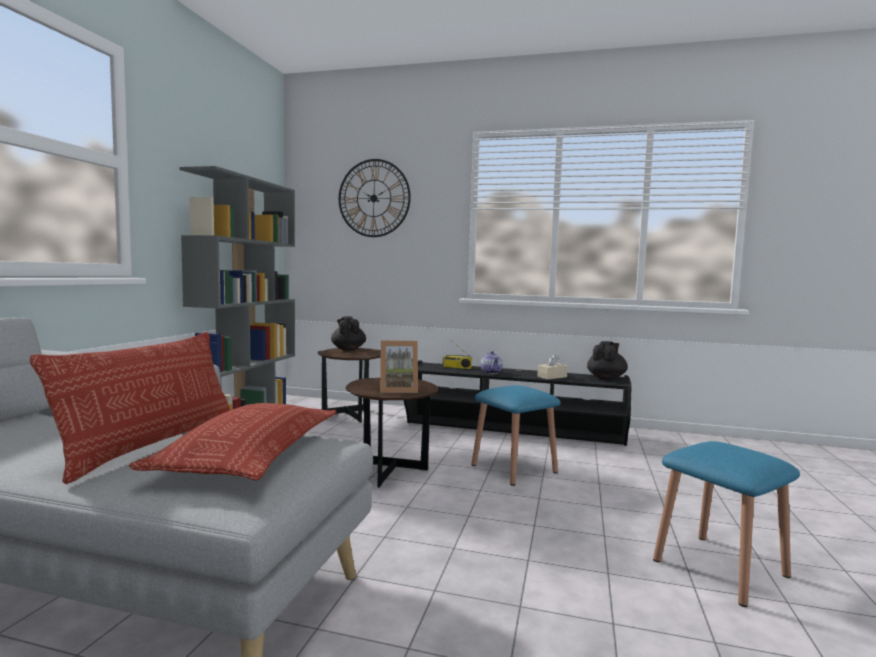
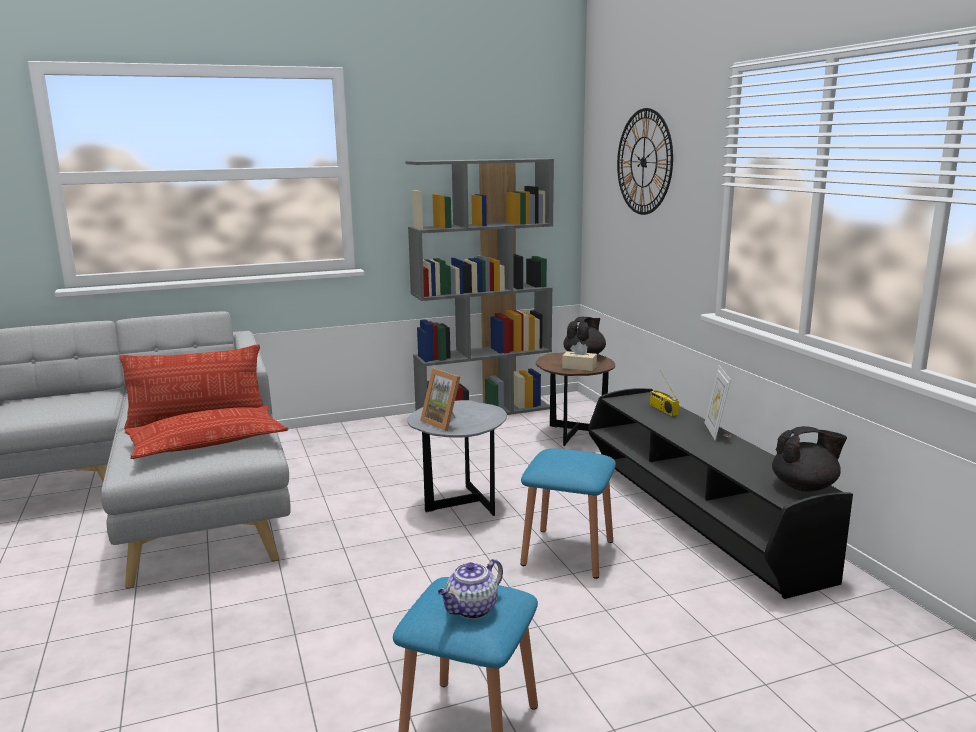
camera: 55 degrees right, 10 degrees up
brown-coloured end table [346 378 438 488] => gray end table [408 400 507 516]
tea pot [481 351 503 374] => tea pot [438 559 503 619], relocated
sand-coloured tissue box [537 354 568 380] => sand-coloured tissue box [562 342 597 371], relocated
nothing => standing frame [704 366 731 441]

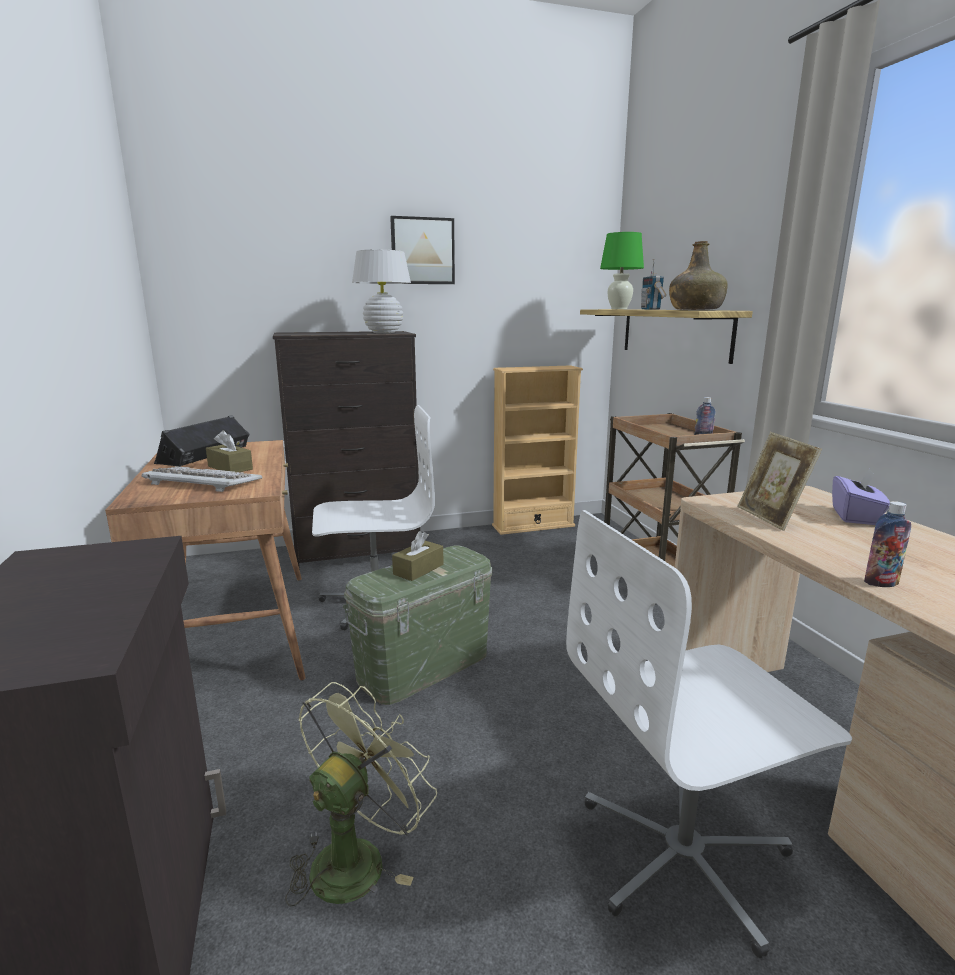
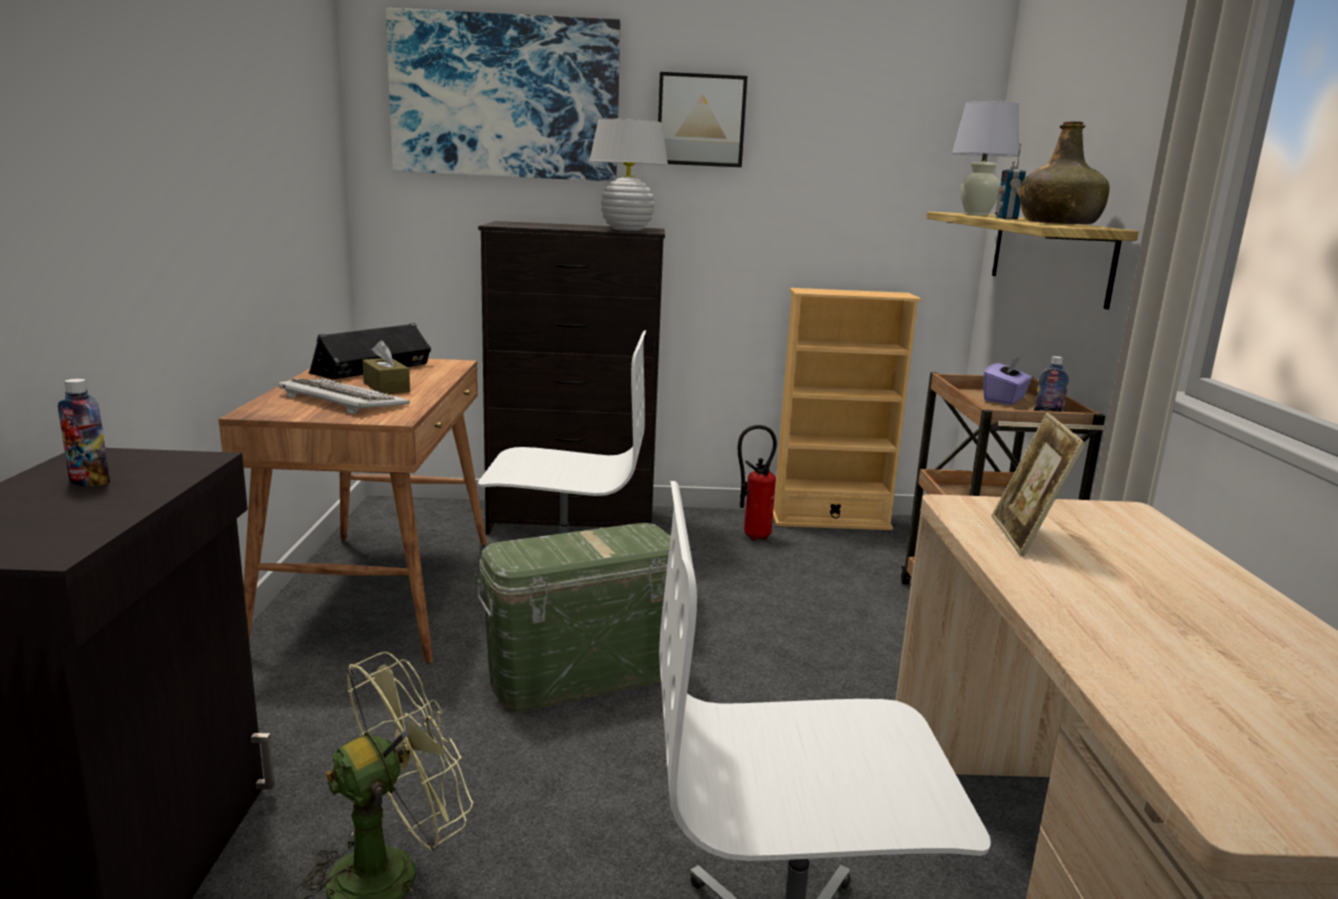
camera: 15 degrees right, 0 degrees up
drink bottle [864 501 911 587] => drink bottle [58 379 110 486], relocated
nothing => wall picture [386 8 620 181]
nothing => extinguisher [737 425 777 540]
green table lamp [600 232 644 309] => whitish table lamp [952 101 1019 216]
purple tissue box [832 468 890 525] => purple tissue box [983 356 1032 405], relocated
brown-coloured tissue box [392 531 444 581] => nothing

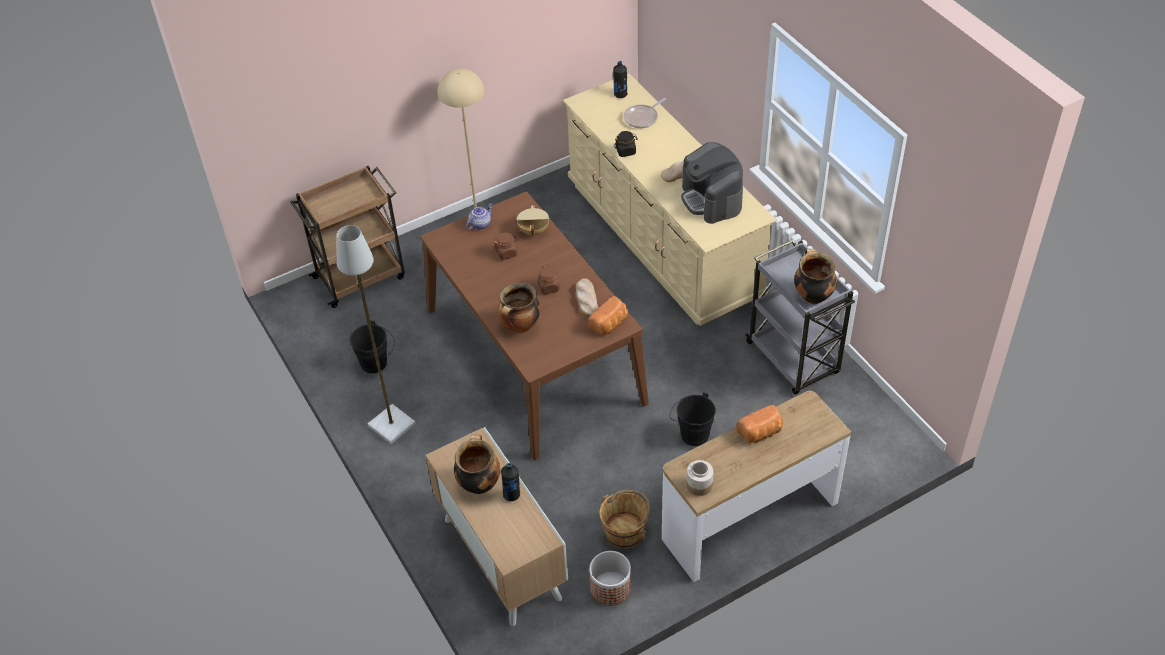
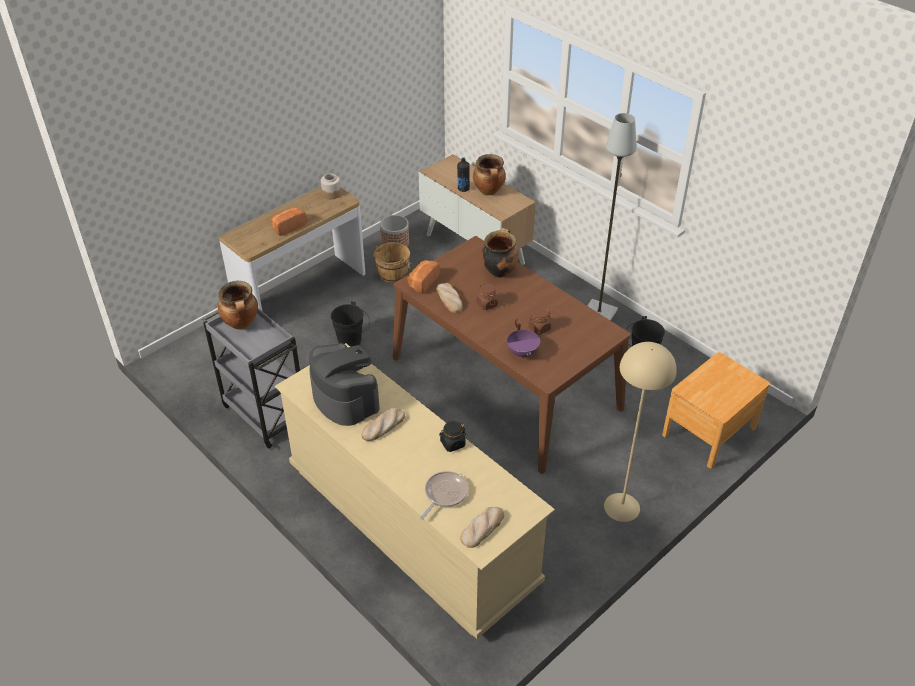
camera: 165 degrees right, 5 degrees down
blackish drink bottle [613 61 628 98] => bakery bread [460 507 504 548]
sand-coloured cooking pot [516 205 549 237] => purple cooking pot [507 319 540 358]
brown-coloured cart [290 166 405 308] => brown-coloured nightstand [662 352 770 469]
tea pot [466 203 492 230] => nothing

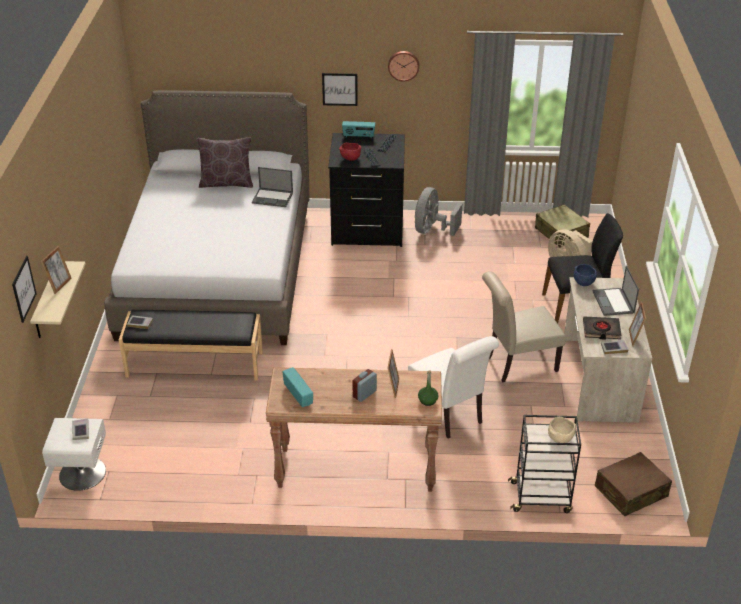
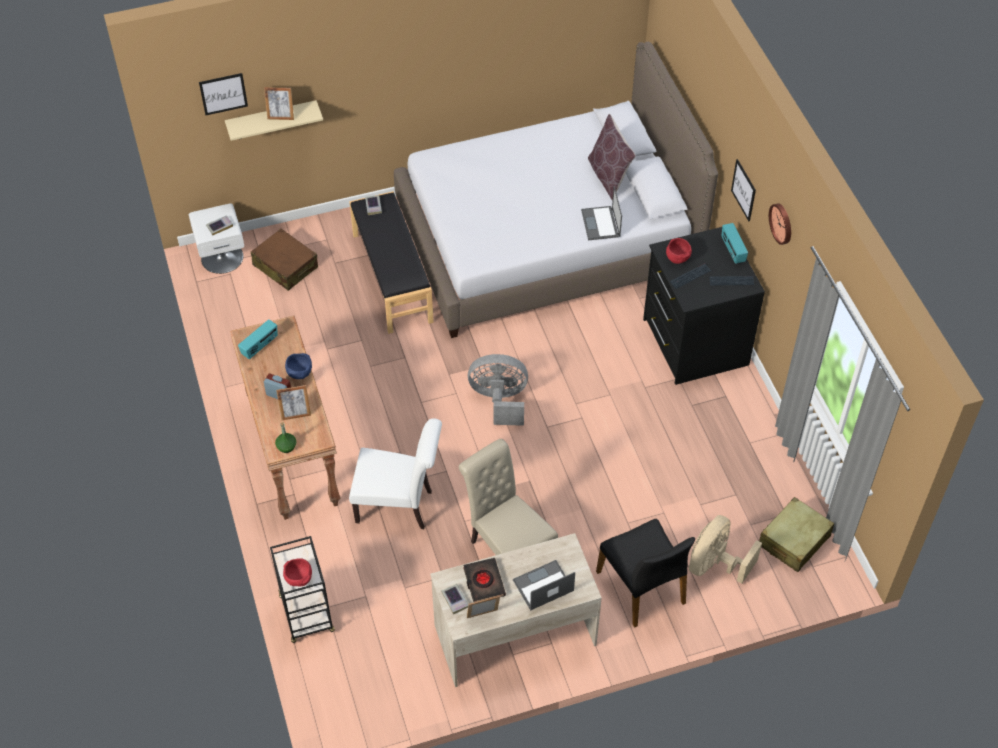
camera: 70 degrees right, 15 degrees up
brown-coloured piece of luggage [595 452 672 516] => brown-coloured piece of luggage [251 229 318 291], relocated
sand-coloured bowl [548 417 576 443] => red bowl [283 558 312 587]
blue bowl [574 264 597 286] => blue bowl [285 353 312 379], relocated
whitish upright chair [408 336 499 438] => whitish upright chair [349 419 442 529], 120 degrees counterclockwise
gray cooling fan [415 187 462 236] => gray cooling fan [468 354 528 426], relocated

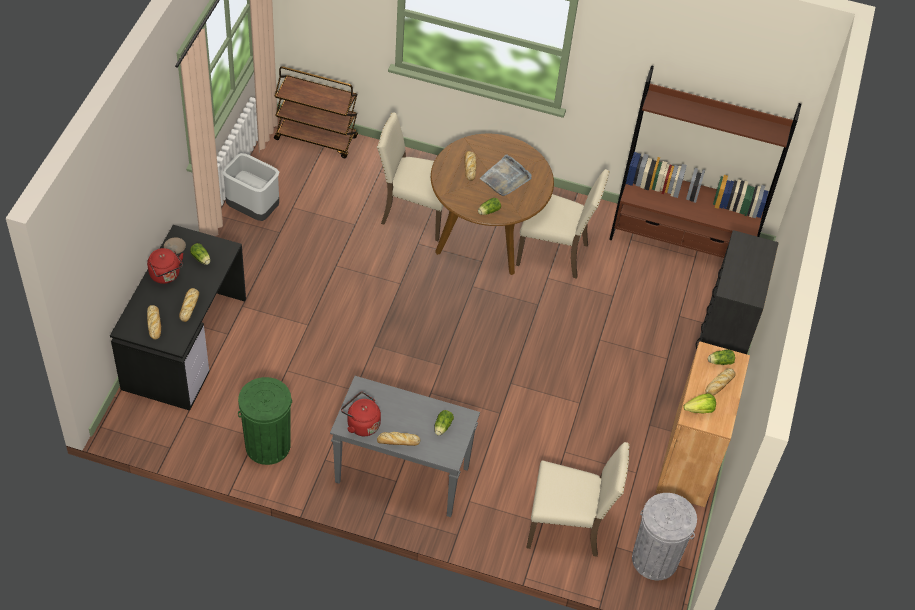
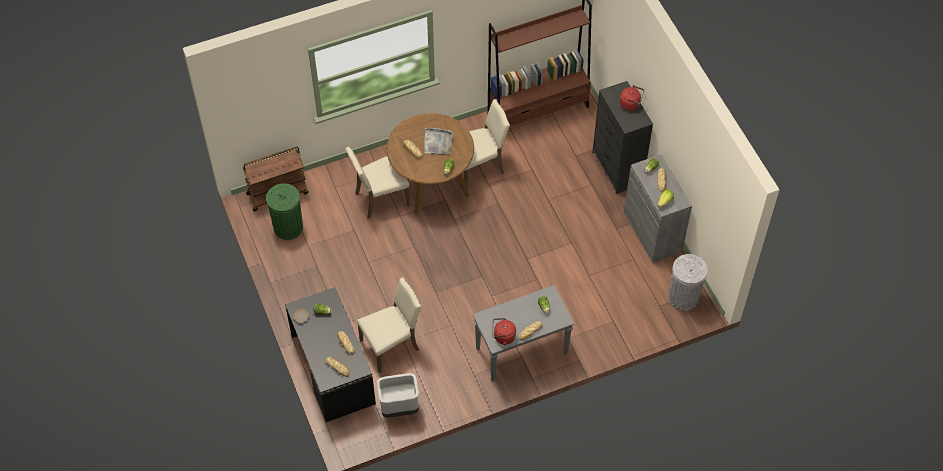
camera: 35 degrees left, 5 degrees up
green rubbish bin [238 377 292 465] => green rubbish bin [266 183 303 240], relocated
sand-coloured upright chair [526 442 630 557] => sand-coloured upright chair [357 278 421 373], relocated
gray rubbish bin [222 153 279 221] => gray rubbish bin [377 373 419 418], relocated
red tea kettle [147 248 183 284] => red tea kettle [620 85 644 111], relocated
brown-coloured cabinet [656 341 750 507] => gray cabinet [624 155 692 263]

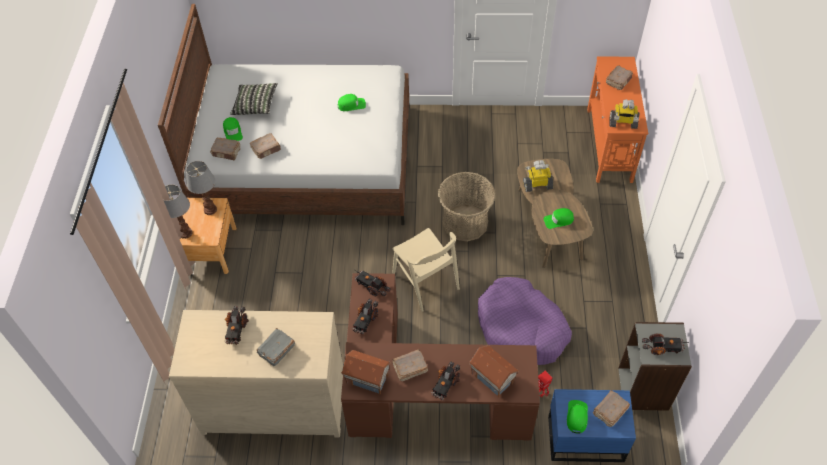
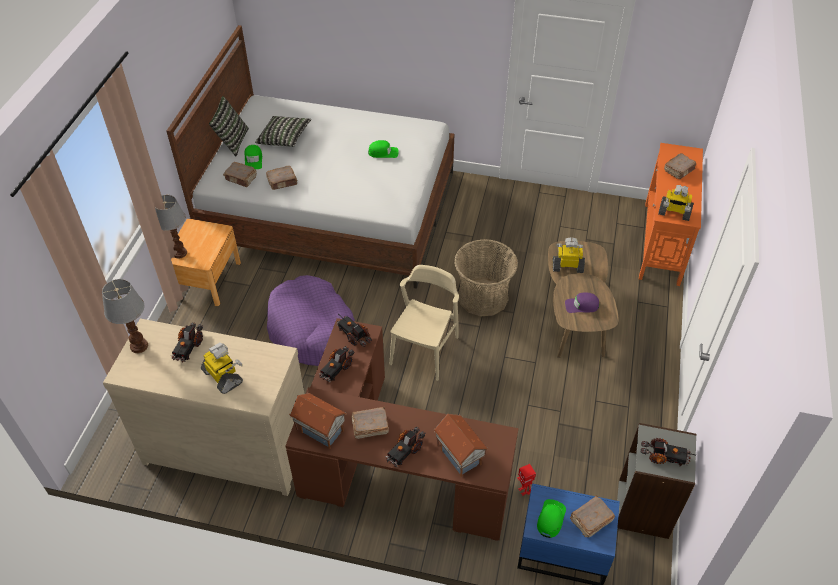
camera: 10 degrees right, 5 degrees down
table lamp [186 161 217 215] => table lamp [102 279 148 353], relocated
gray bound book [257 328 295 366] => model robot [201 342 243 394]
nothing => cushion [209 96 249 157]
purple pet bed [478 277 572 365] => purple pet bed [267 275 355 366], relocated
sand-coloured upright chair [392 228 460 312] => sand-coloured upright chair [390 265 459 381], 135 degrees counterclockwise
green cap [544 208 574 229] => purple cap [565 292 599 313]

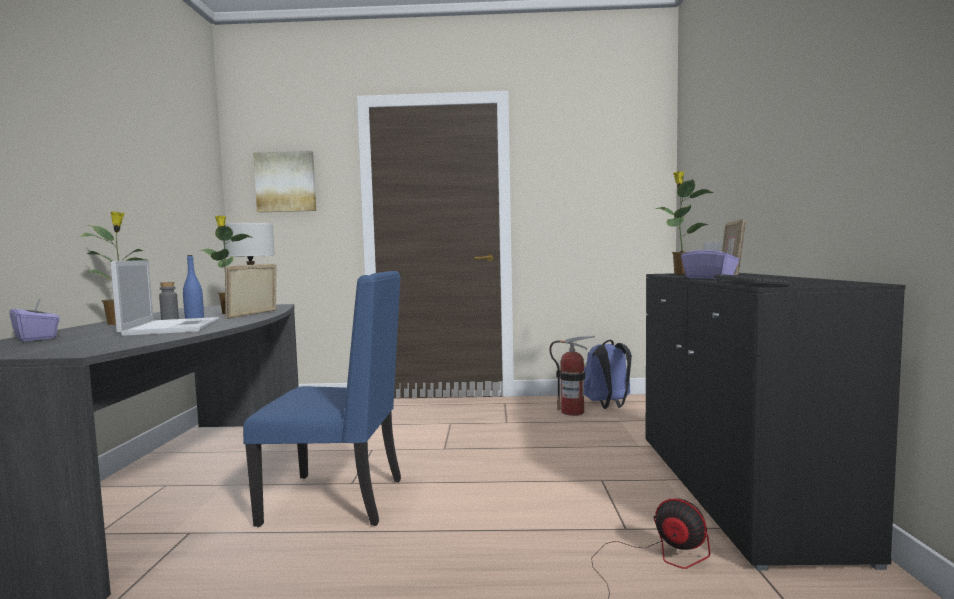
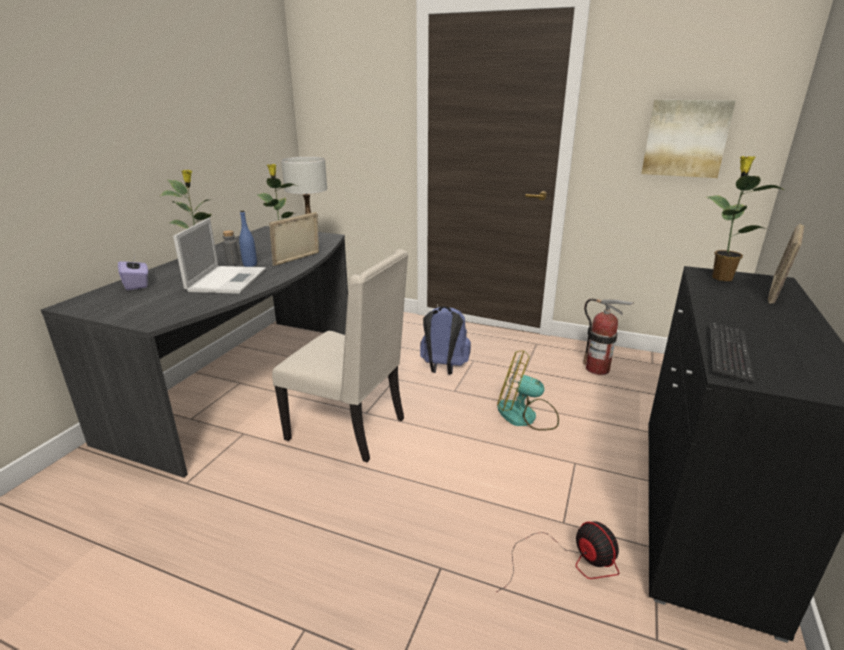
camera: 20 degrees right, 20 degrees up
blue upright chair [243 271 401 527] => sand-coloured upright chair [272 249 408 462]
blue backpack [584 340 632 409] => blue backpack [420 306 471 374], relocated
nothing => cooling fan [497 351 559 431]
wall picture [253 151 316 212] => wall picture [641 100 736 178], relocated
purple tissue box [681 241 739 279] => nothing

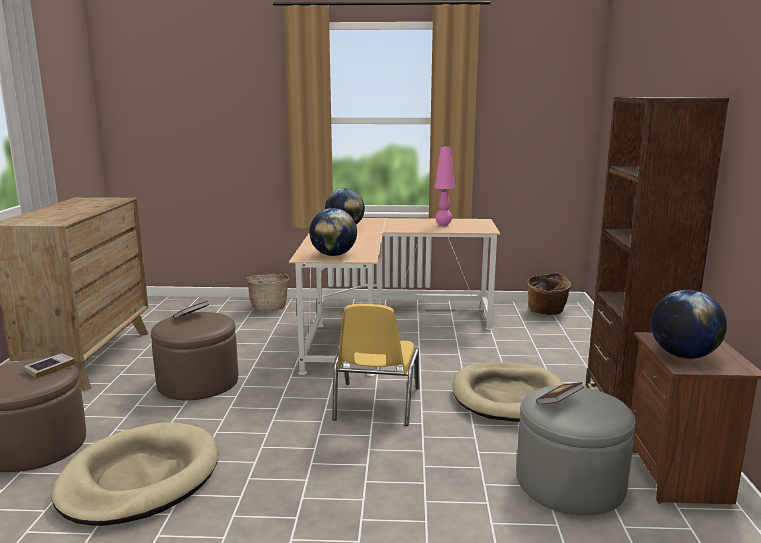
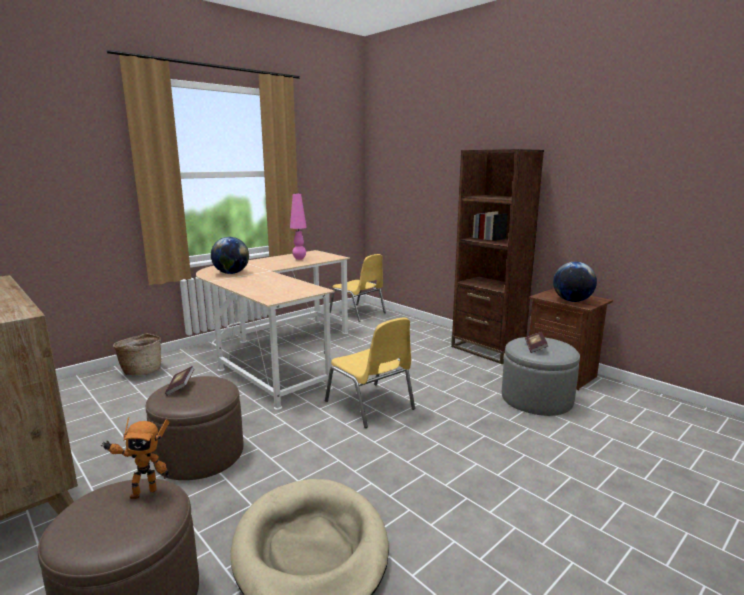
camera: 45 degrees left, 0 degrees up
bound book [23 353 75 378] => model robot [101 417 169 499]
basket [527 273 571 315] => yellowish upright chair [330 254 386 322]
desk globe [309 208 357 256] => nothing
sand-coloured pet bed [453 362 563 422] => nothing

